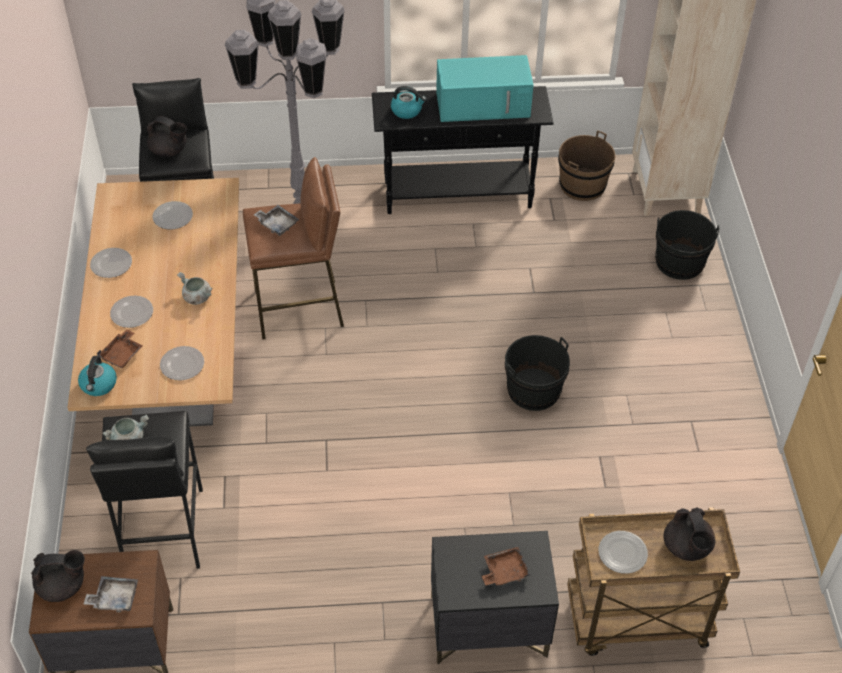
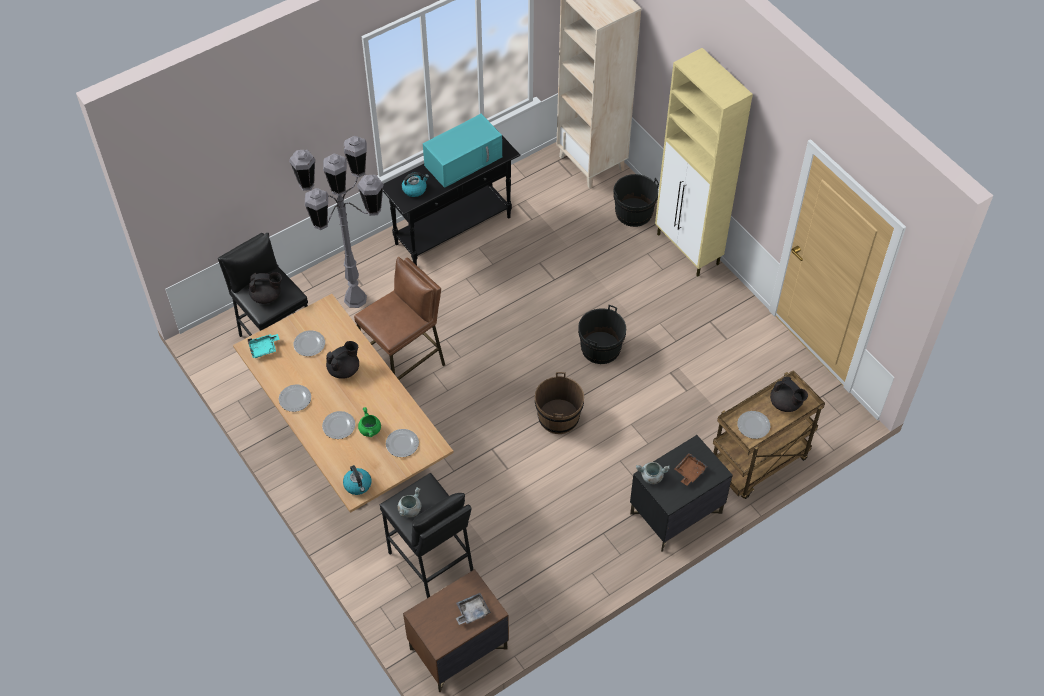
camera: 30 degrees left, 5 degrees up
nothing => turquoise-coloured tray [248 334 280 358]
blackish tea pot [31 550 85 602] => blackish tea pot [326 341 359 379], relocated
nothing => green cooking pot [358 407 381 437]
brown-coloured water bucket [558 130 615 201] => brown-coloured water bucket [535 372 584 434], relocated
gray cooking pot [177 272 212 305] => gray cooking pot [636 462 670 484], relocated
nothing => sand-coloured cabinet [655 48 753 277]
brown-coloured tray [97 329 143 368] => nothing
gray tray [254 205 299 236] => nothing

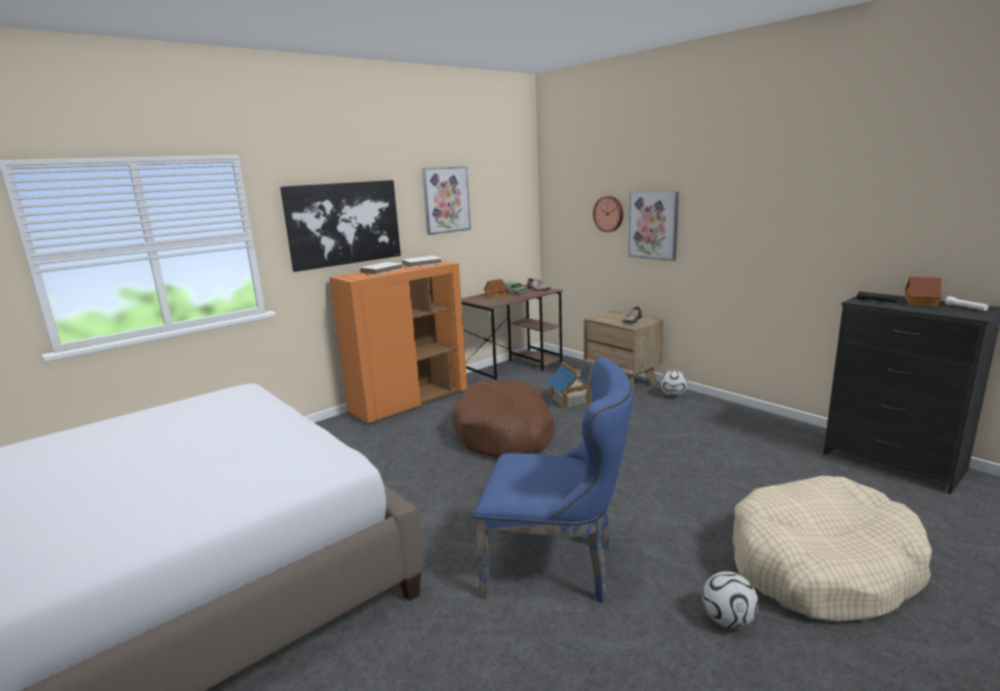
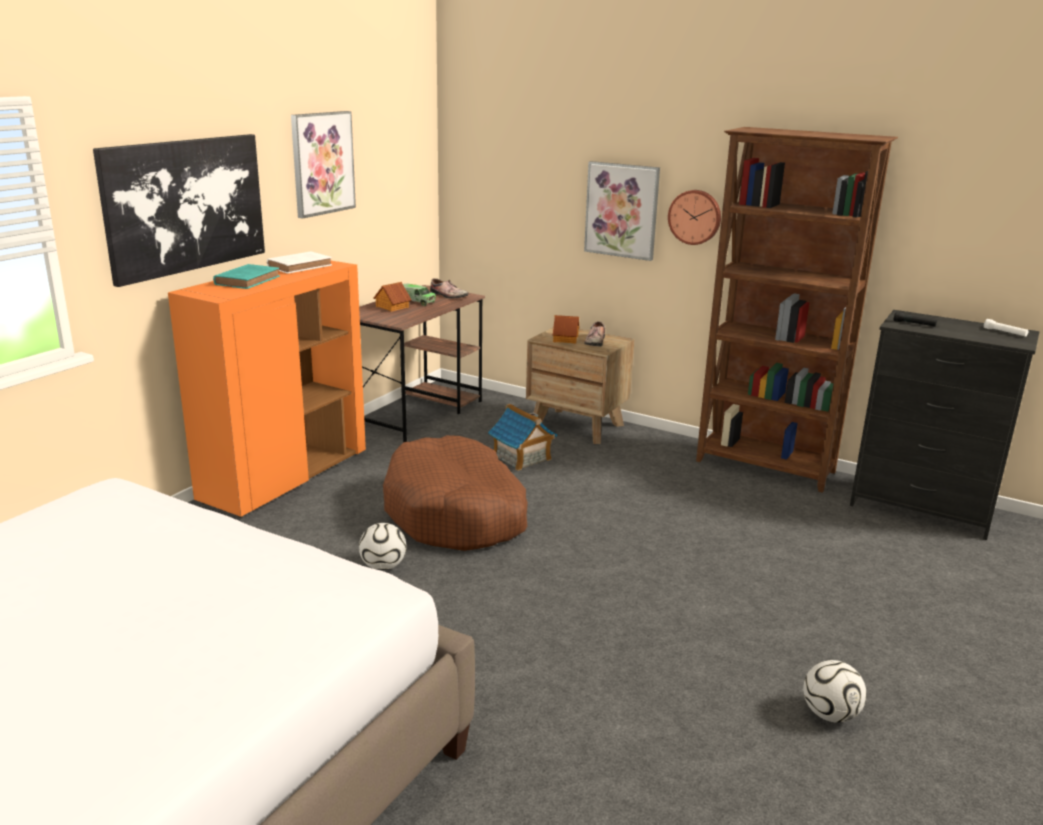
camera: 20 degrees left, 5 degrees up
whitish bound book [359 262 403 275] => turquoise-coloured bound book [213 264 280 289]
ball for football [660 370 688 397] => ball for football [359 523 406 570], relocated
model house [905 277 942 306] => model house [553 315 579 343], relocated
hanging clock [593 196 623 232] => hanging clock [668 190 721 245], relocated
nothing => brown-coloured shelving unit [696 127 898 493]
blue upright chair [473 357 633 603] => nothing
sand-coloured pet bed [732 476 932 621] => nothing

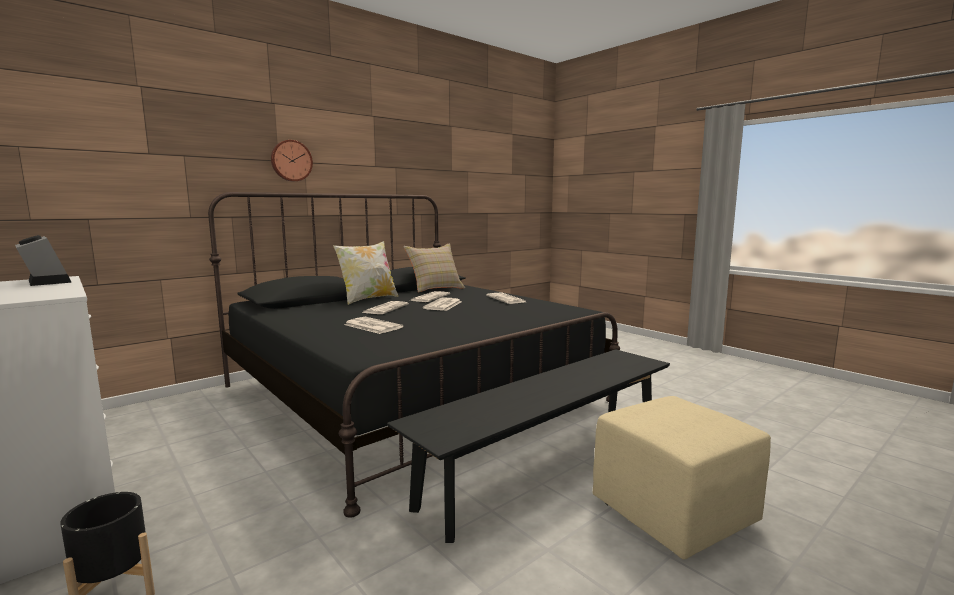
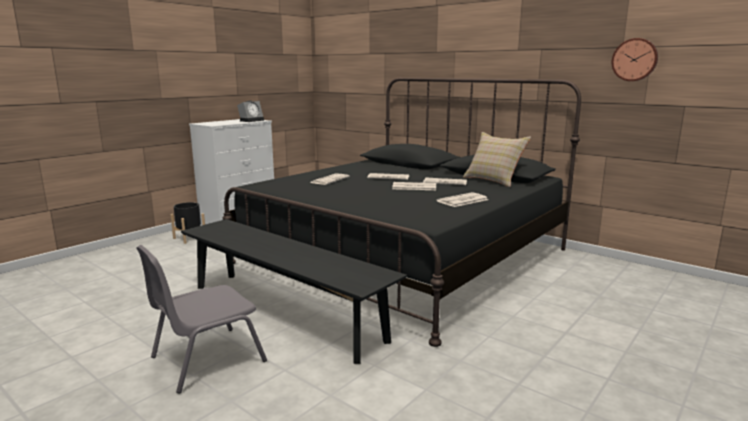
camera: 80 degrees right, 5 degrees up
sand-coloured ottoman [593 396 771 560] => gray upright chair [136 245 267 393]
hanging clock [271 140 313 181] => hanging clock [612 38 658 81], relocated
cushion [333 241 398 305] => nothing

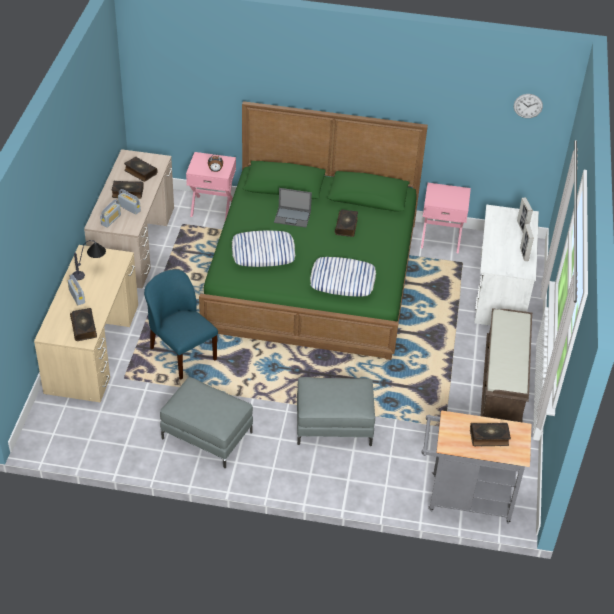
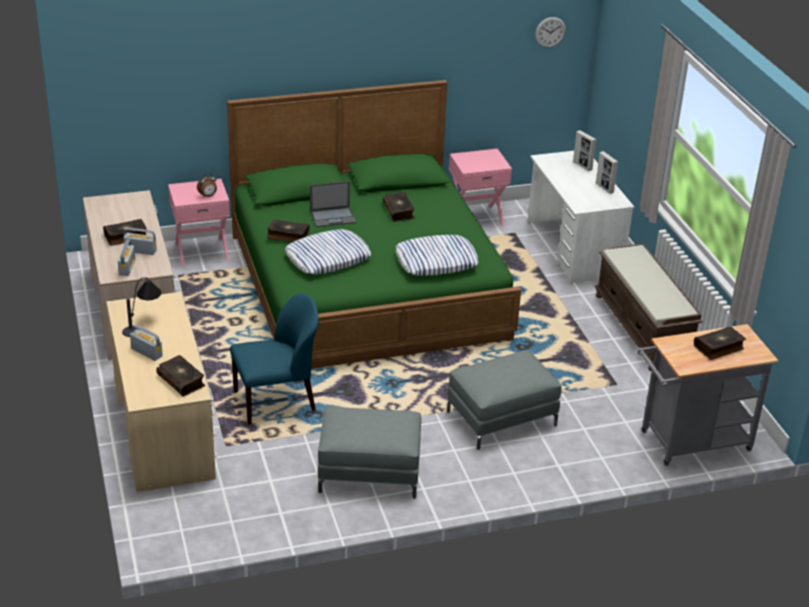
camera: 25 degrees left, 10 degrees down
blue upright chair [144 269 218 379] => blue upright chair [230 293 319 425], 135 degrees clockwise
bound book [124 157 157 182] => bound book [267 219 309 242], relocated

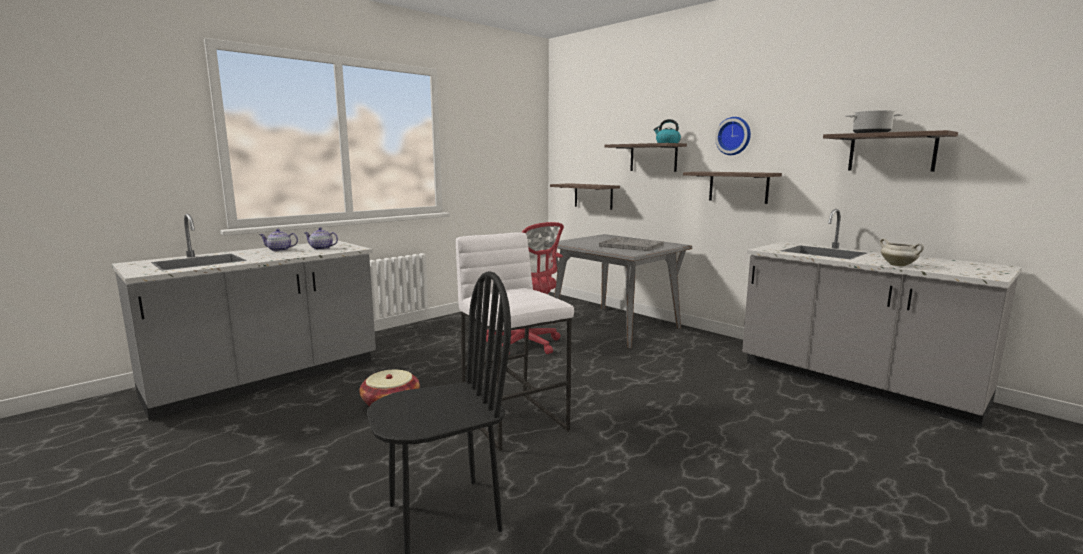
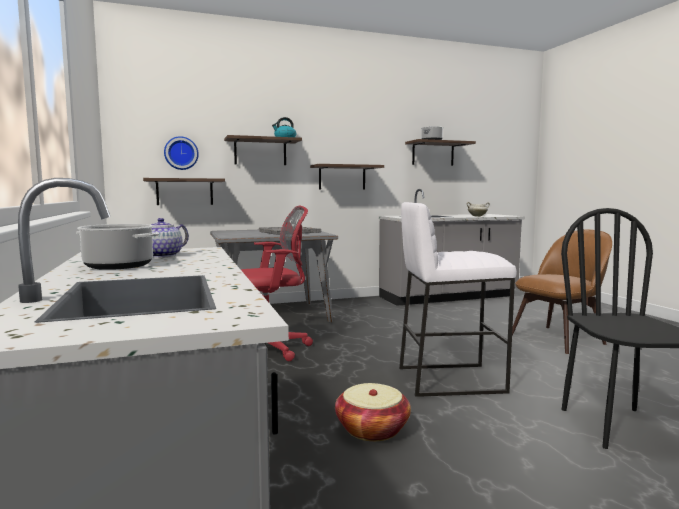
camera: 65 degrees left, 5 degrees down
tea pot [259 229 298 251] => cooking pot [76 224 159 270]
hanging clock [715 117 751 155] => hanging clock [164 136 199 170], relocated
nothing => brown-coloured upright chair [512 230 612 354]

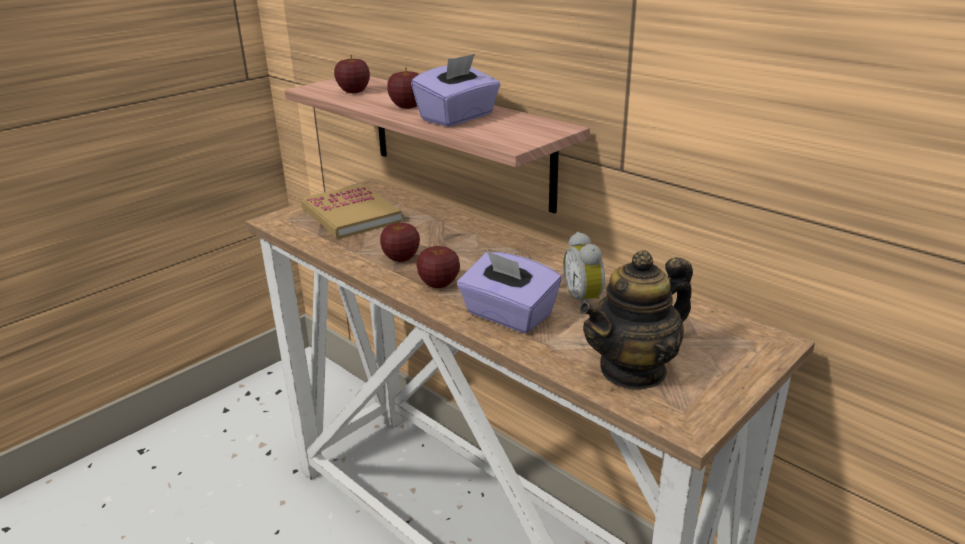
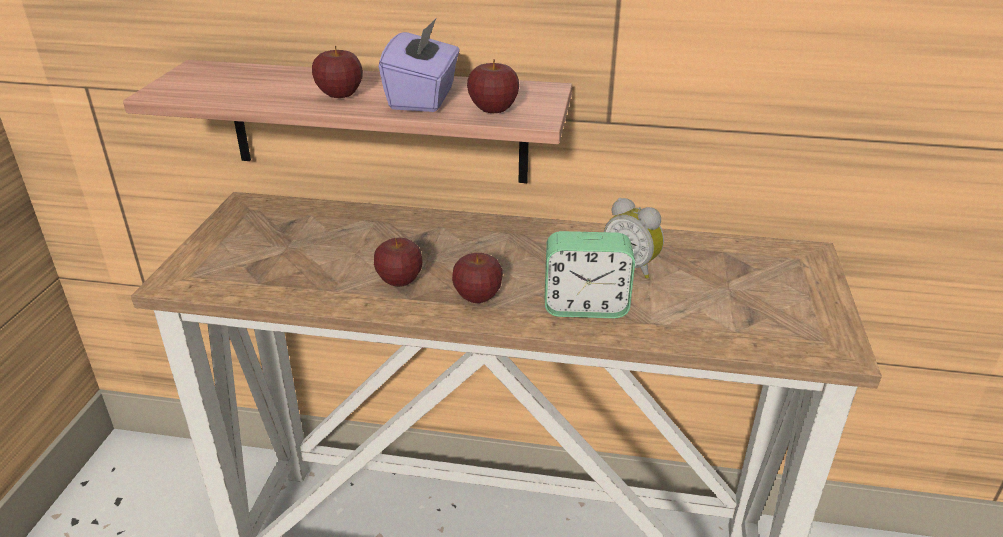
camera: 35 degrees left, 5 degrees up
whole apple [334 55 370 93] => whole apple [467 59 519 113], relocated
purple tissue box [457 251 561 333] => table clock [545 231 635 318]
bound book [300 184 402 239] => nothing
tea pot [579 250 693 391] => nothing

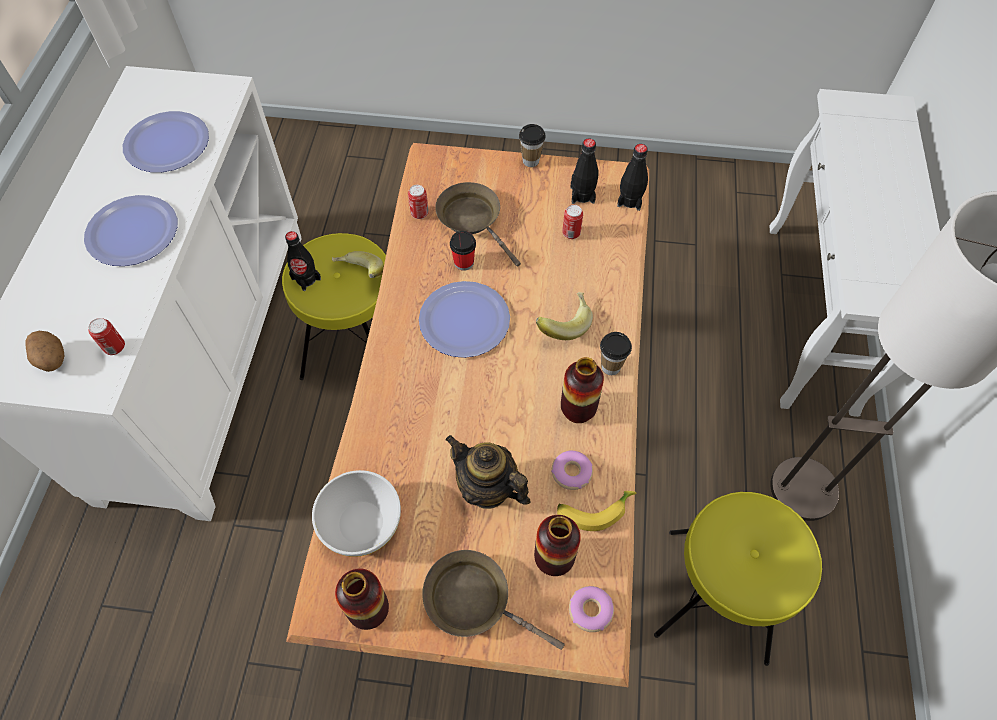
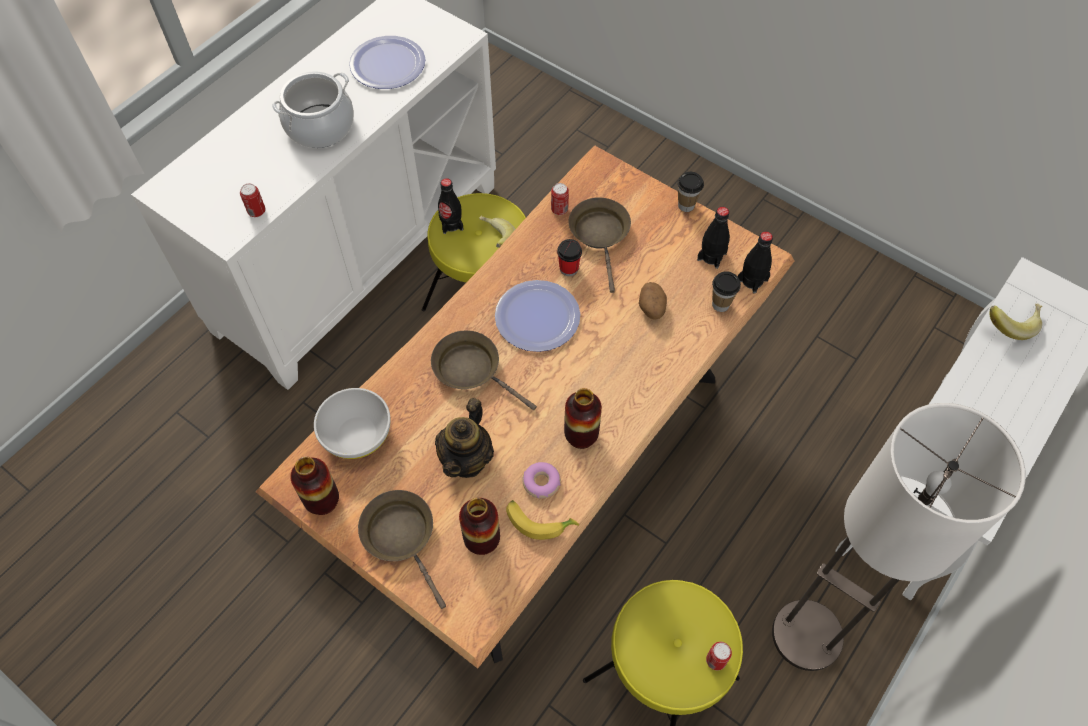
camera: 30 degrees right, 0 degrees up
plate [84 195 178 266] => cooking pot [272 71 354 148]
nothing => brown-coloured pan [431 330 537 410]
tea pot [445 435 530 509] => tea pot [435 398 494 478], 135 degrees counterclockwise
whole potato [25 331 64 372] => whole potato [639 282 667 320], relocated
sealed can [562 205 583 239] => sealed can [706 642 732 670], relocated
cup [600 332 632 375] => cup [712 271 741 312], relocated
banana [536 292 593 340] => banana [990 304 1042 340], relocated
donut [569 586 614 632] => nothing

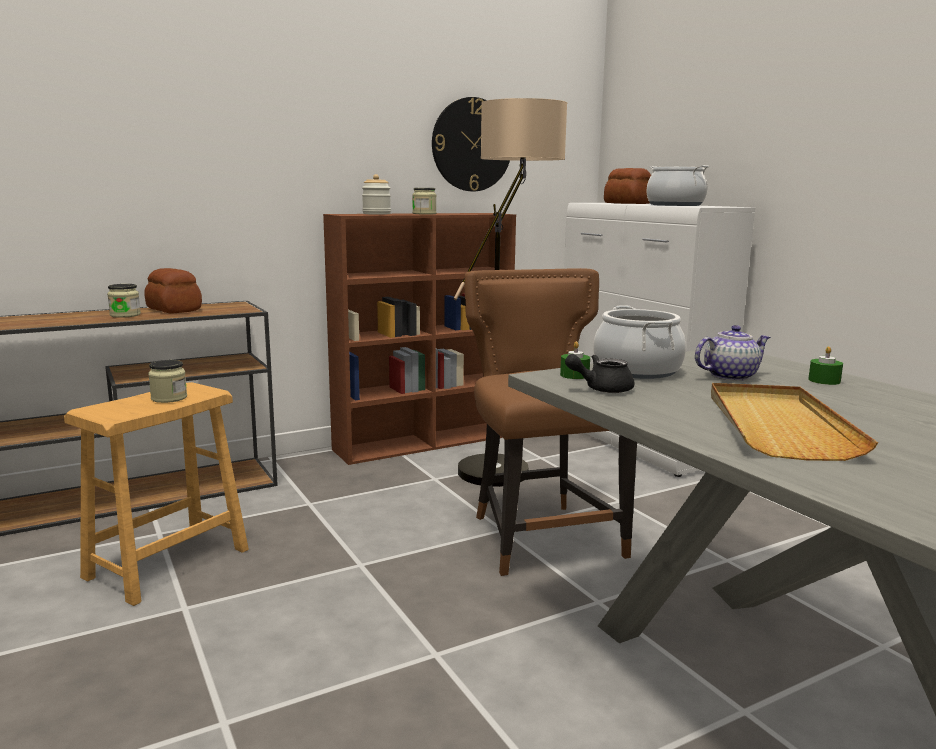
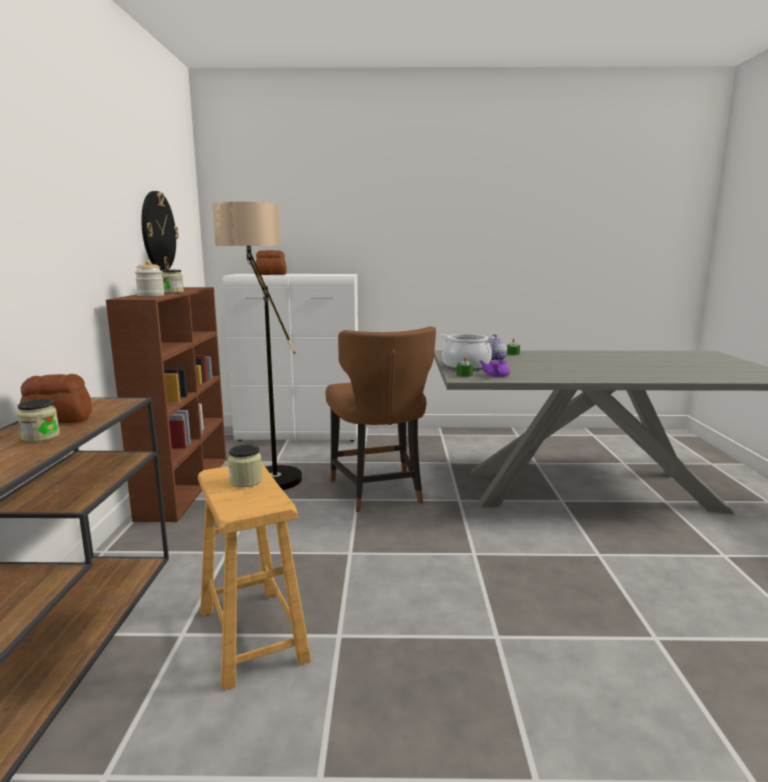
camera: 60 degrees left, 0 degrees up
brown-coloured upright chair [464 268 637 576] => brown-coloured upright chair [326 326 436 512], 120 degrees counterclockwise
blackish tea pot [565 354 634 393] => purple tea pot [480 359 510 377]
cooking pot [647 165 709 206] => nothing
sand-coloured tray [711 383 878 461] => nothing

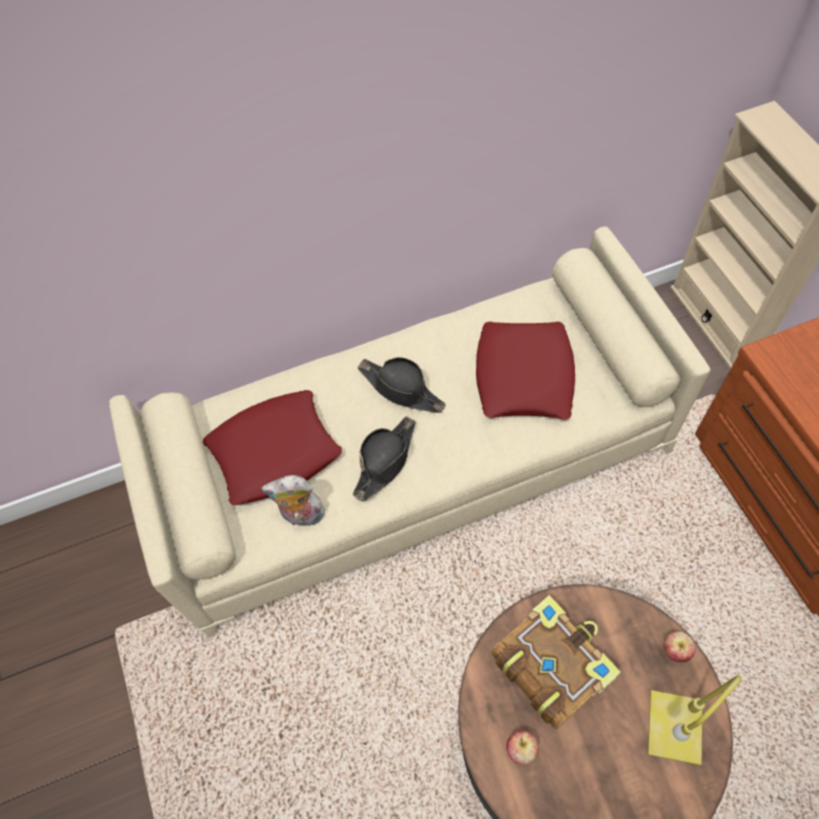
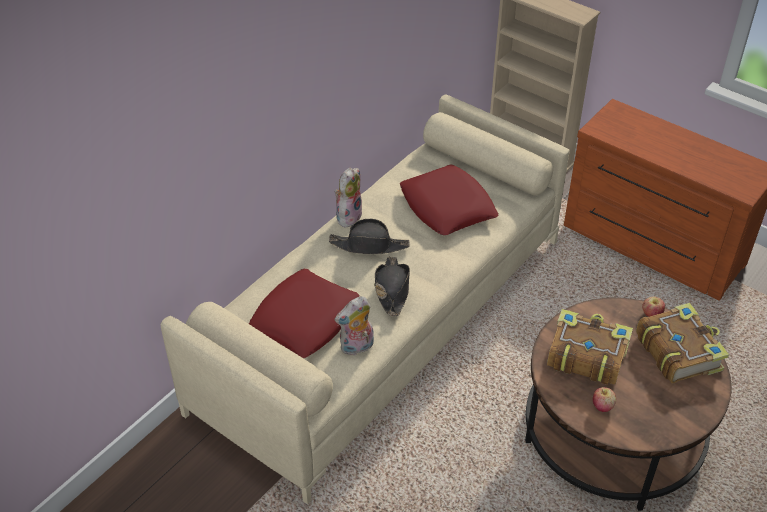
camera: 35 degrees left, 15 degrees down
nothing => soft toy [334 167 362 227]
yellowish table lamp [648 675 742 765] => bound book [636 303 729 383]

